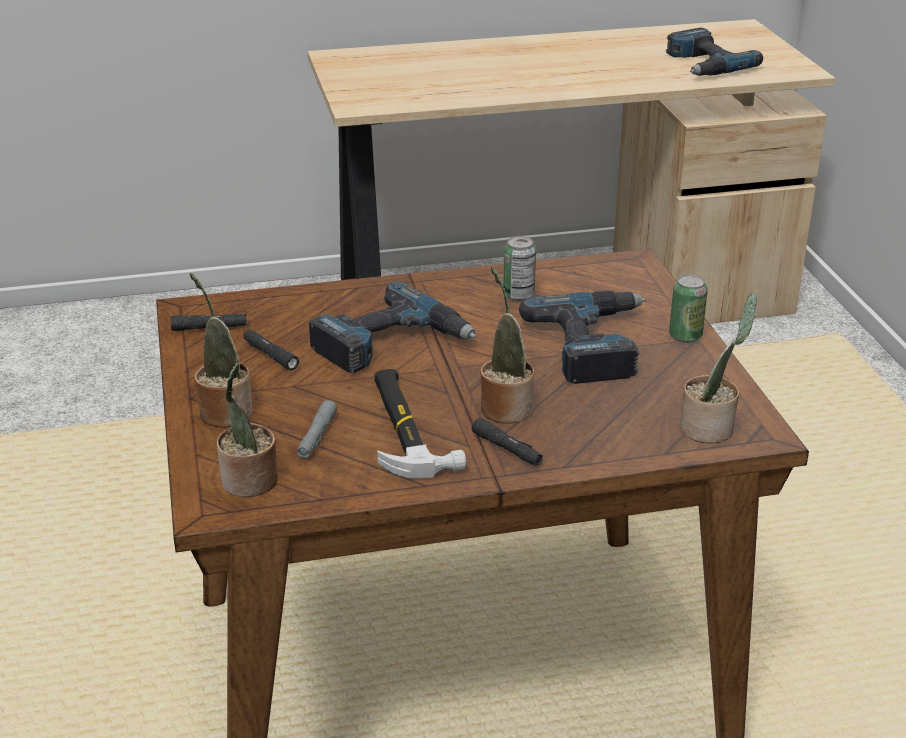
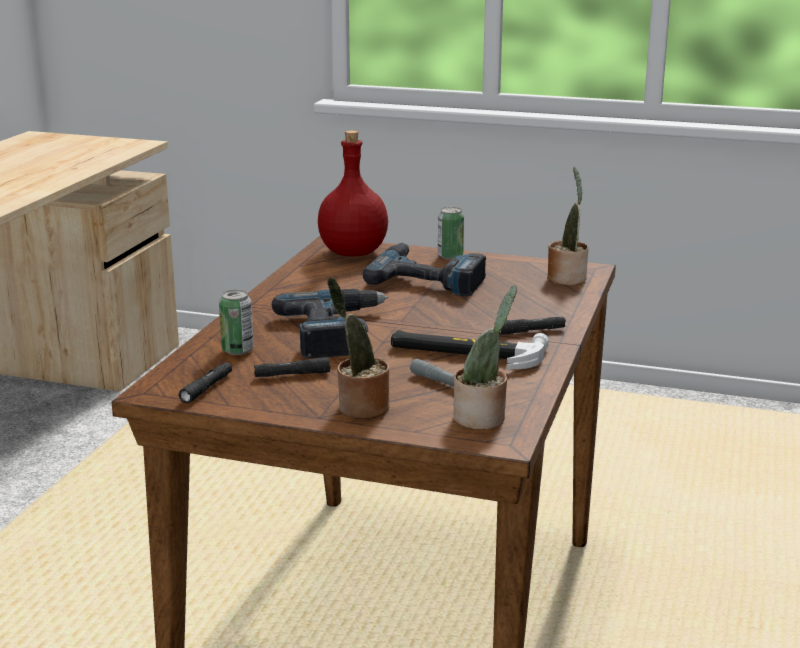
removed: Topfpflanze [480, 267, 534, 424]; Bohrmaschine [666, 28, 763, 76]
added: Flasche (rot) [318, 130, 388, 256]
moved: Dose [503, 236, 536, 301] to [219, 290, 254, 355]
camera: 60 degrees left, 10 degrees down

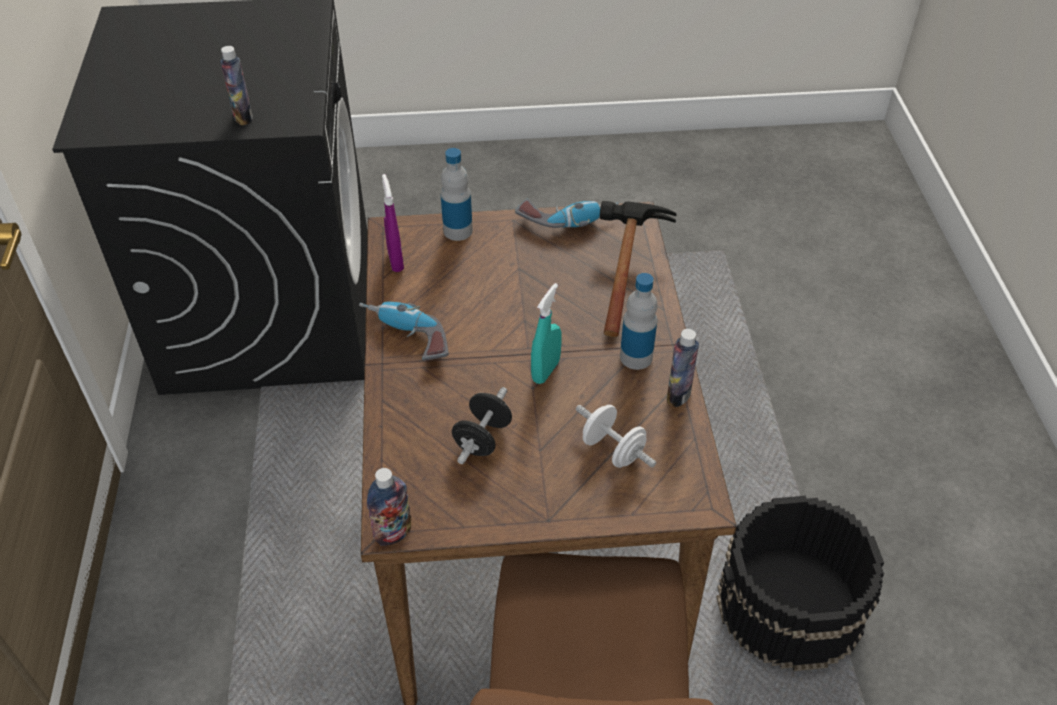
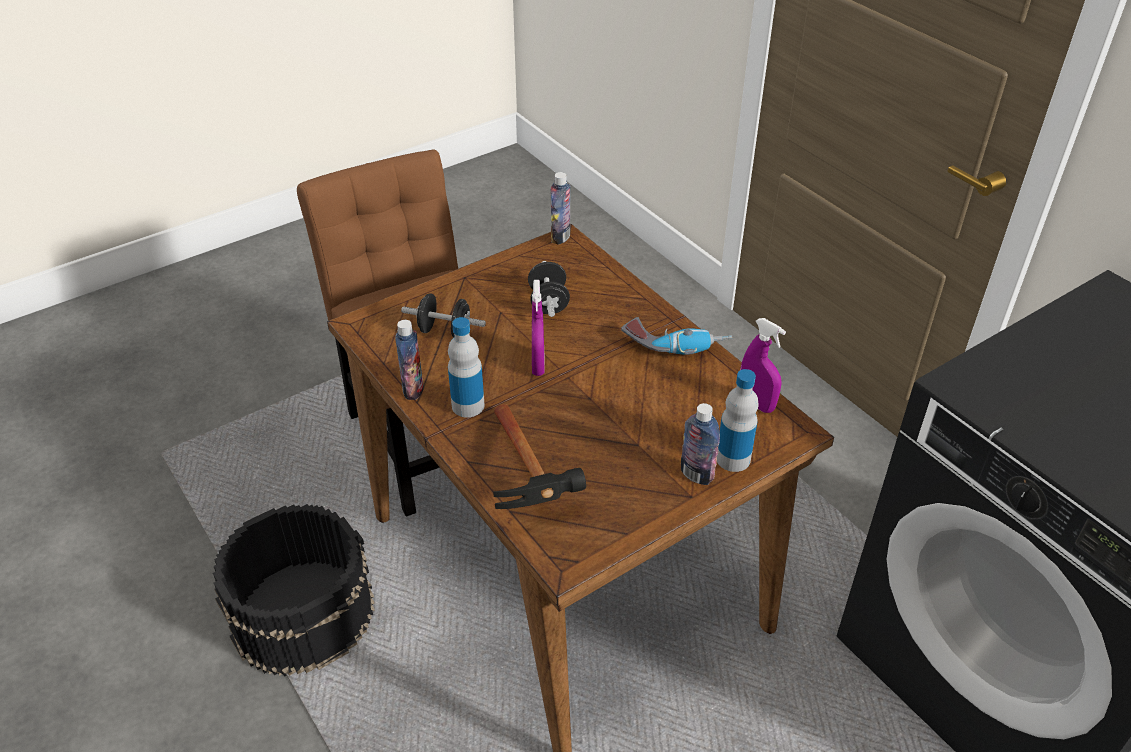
removed: Bohrmaschine [515, 198, 619, 228]
moved: Flasche [220, 46, 253, 126] to [681, 403, 720, 485]
recoloured: Sprühflasche (türkis) [531, 283, 562, 384] to Sprühflasche (lila) [532, 280, 544, 376]; Hantel (weiß) [576, 405, 656, 468] to Hantel (schwarz) [401, 293, 486, 338]
camera: 150 degrees right, 5 degrees down

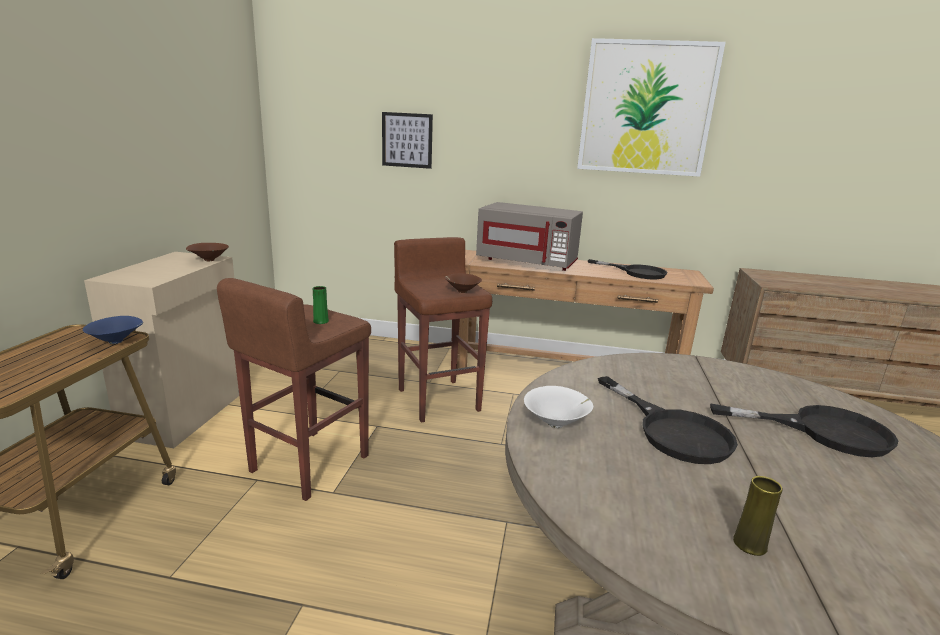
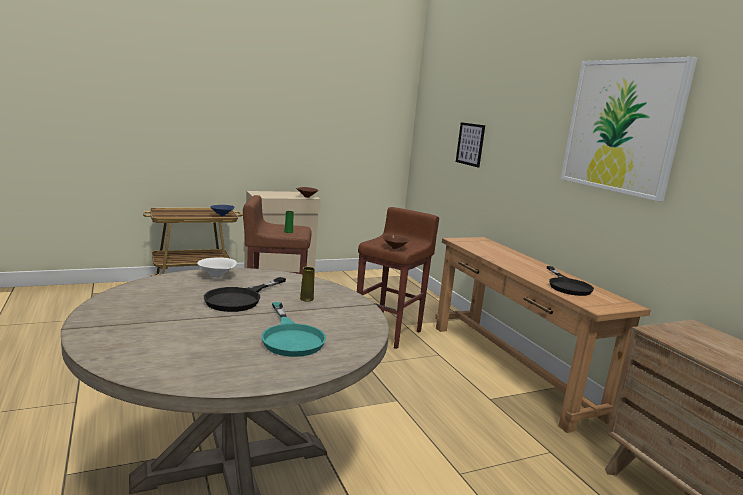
removed: Mikrowelle (grau) [476, 202, 583, 271]
moved: Vase (gelb) [733, 476, 782, 556] to [300, 267, 315, 302]
recoloured: Pfanne (schwarz) [710, 403, 898, 457] to Pfanne (türkis) [261, 302, 326, 357]
camera: 55 degrees right, 5 degrees down

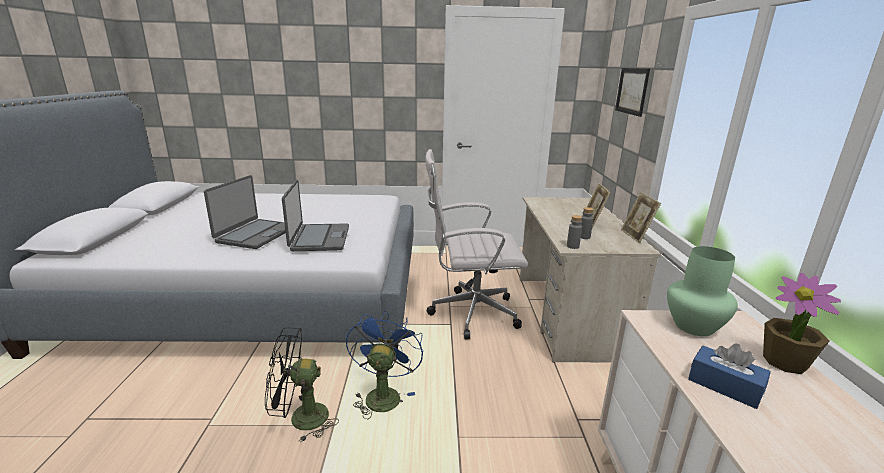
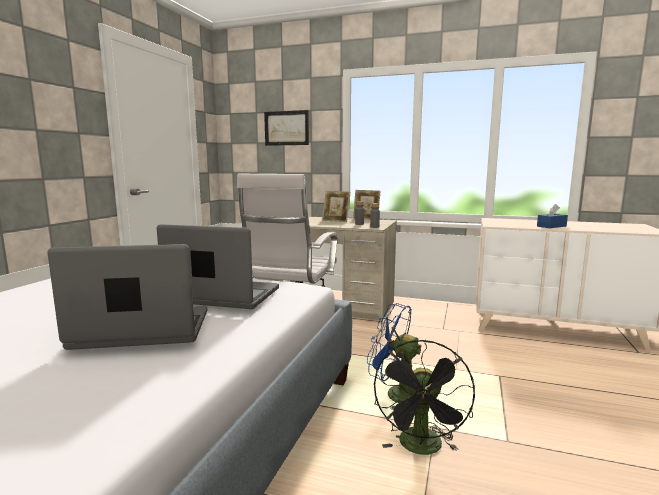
removed: Vase (grün) [667, 246, 738, 336]; Topfpflanze [763, 273, 841, 374]
turned: Laptop [204, 175, 286, 249] = [48, 244, 207, 350] 45 degrees counterclockwise
camera: 70 degrees left, 10 degrees down

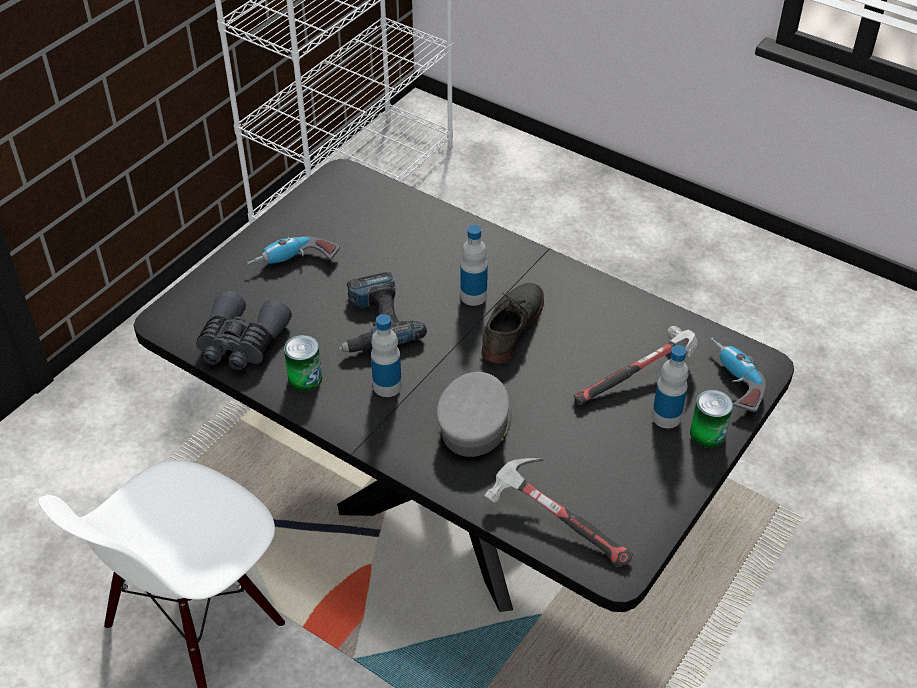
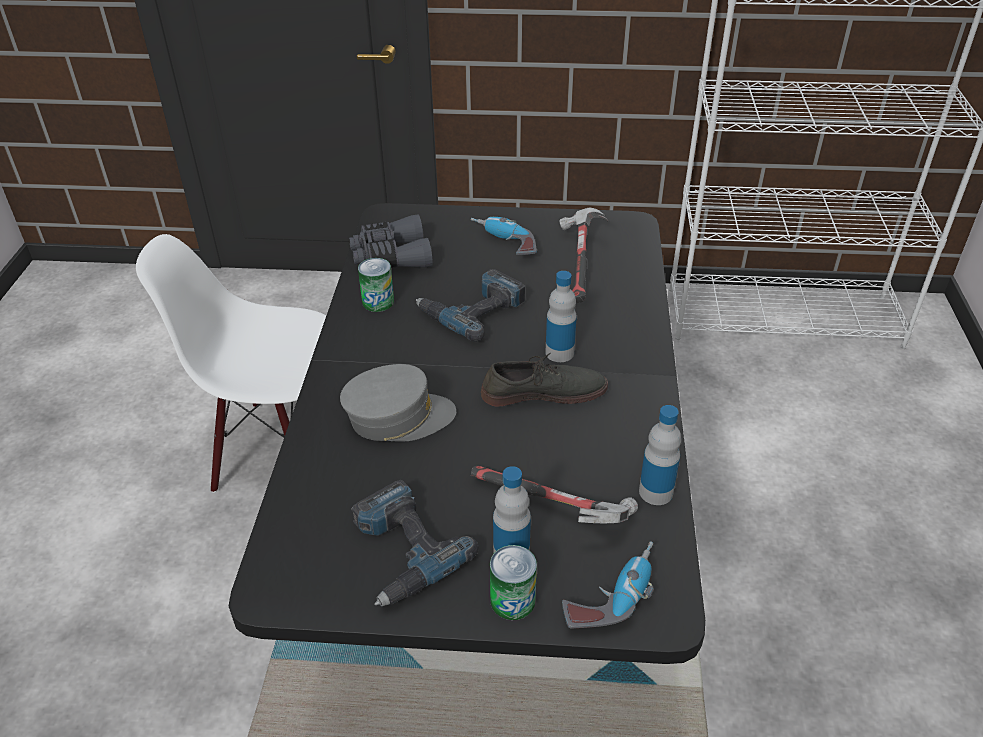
added: Bohrmaschine [351, 480, 479, 606]
moved: Flasche [371, 314, 402, 397] to [639, 405, 681, 505]; Hammer [484, 458, 633, 566] to [560, 208, 609, 303]
camera: 60 degrees right, 5 degrees down

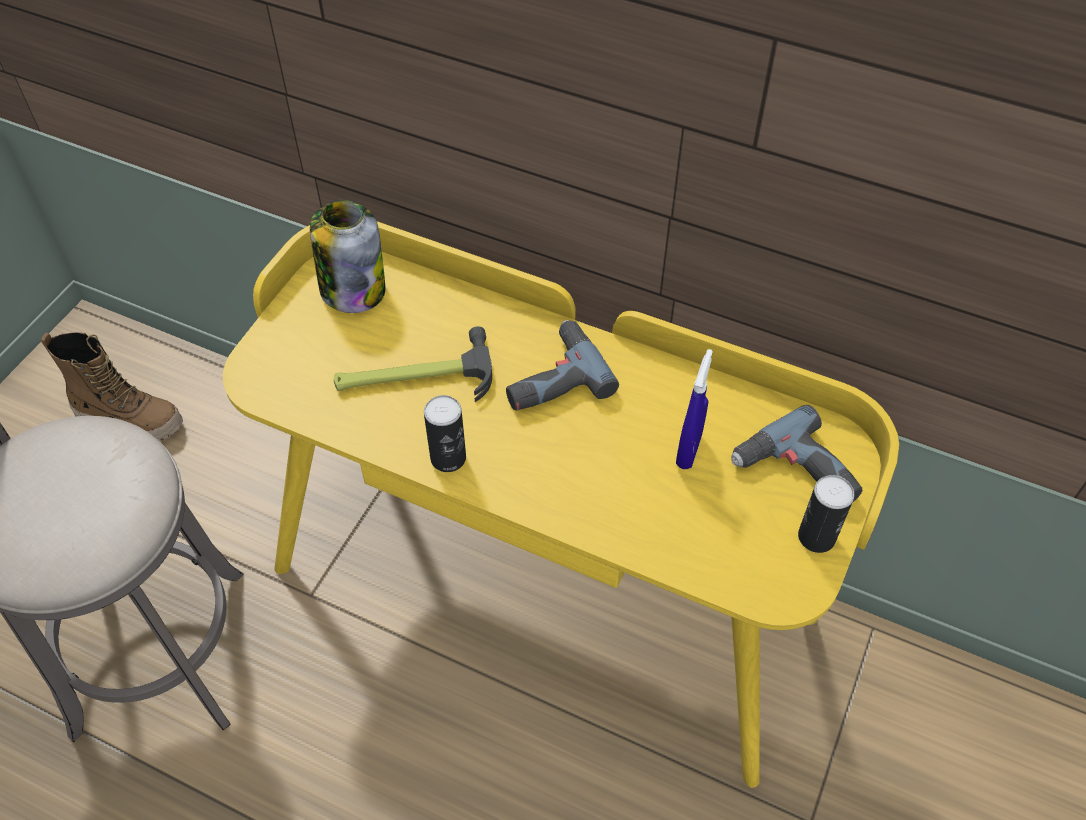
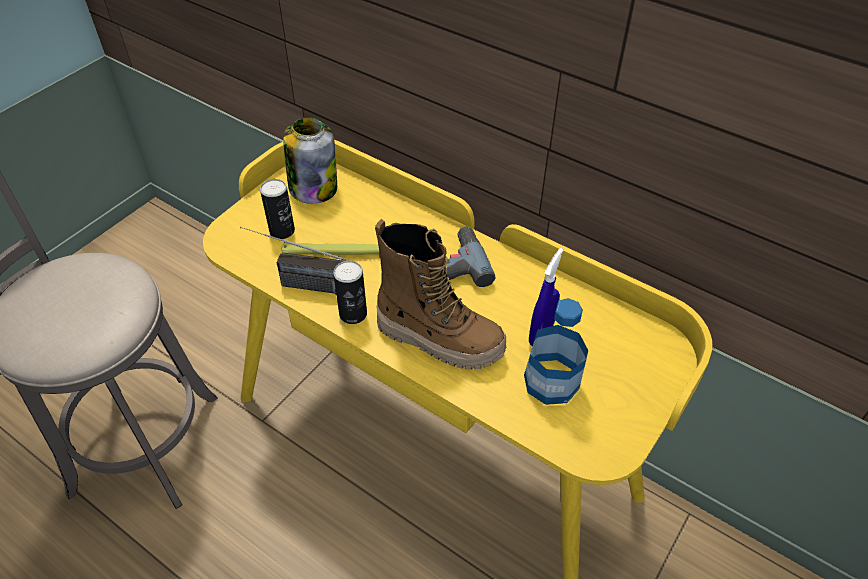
removed: Bohrmaschine [731, 405, 862, 502]
added: Radio [240, 226, 346, 294]; Flasche [524, 298, 588, 405]
moved: Stiefel [41, 332, 183, 442] to [375, 219, 506, 370]; Dose [798, 475, 855, 553] to [260, 179, 295, 239]
camera: 10 degrees right, 5 degrees down

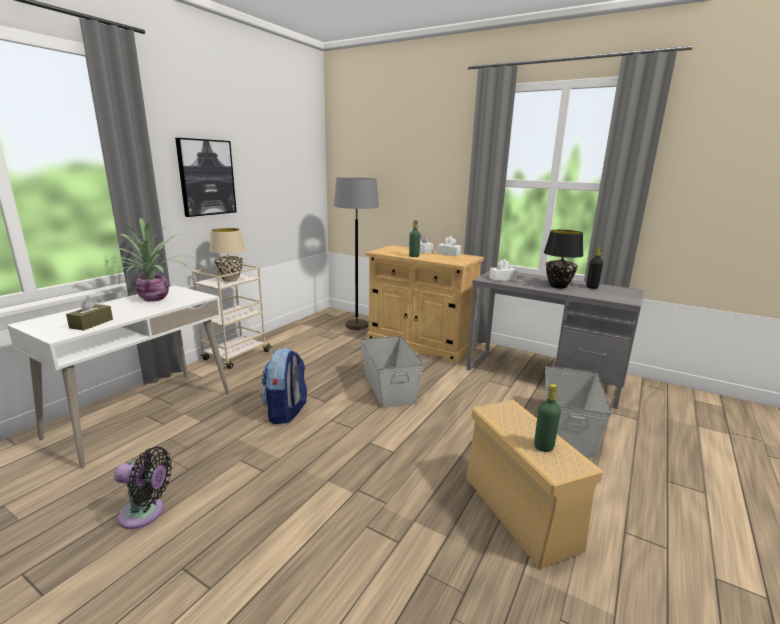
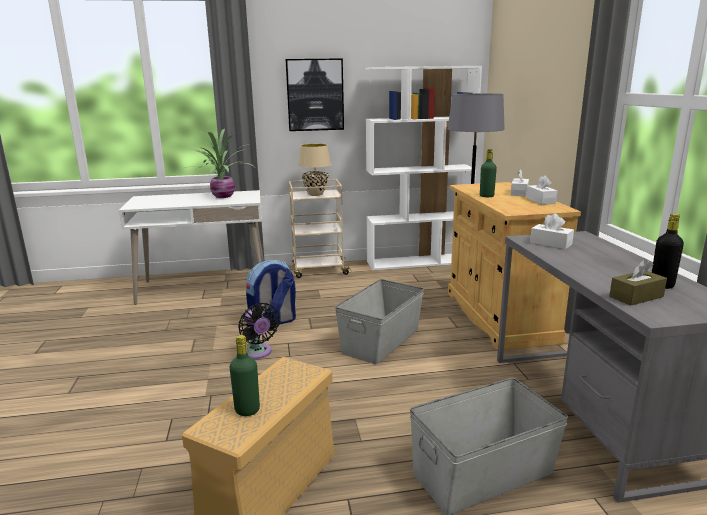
removed: Tischlampe (schwarz) [544, 230, 583, 289]
added: Bücherregal (weiß) [365, 66, 482, 270]
moved: Taschentuchbox (braun) [66, 296, 113, 331] to [609, 259, 667, 306]; Ventilator (schwarz) [114, 447, 172, 529] to [238, 303, 280, 359]
camera: 50 degrees right, 0 degrees up

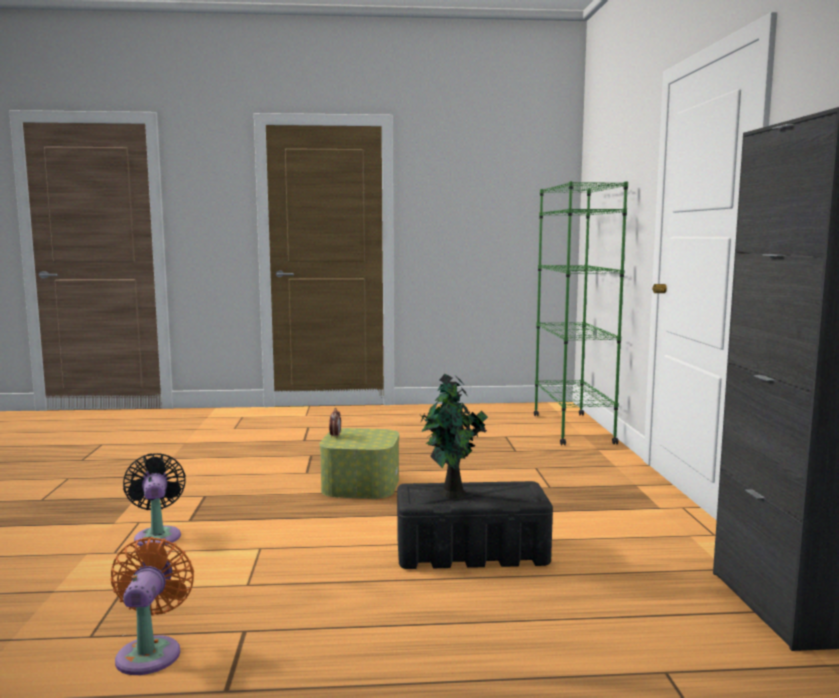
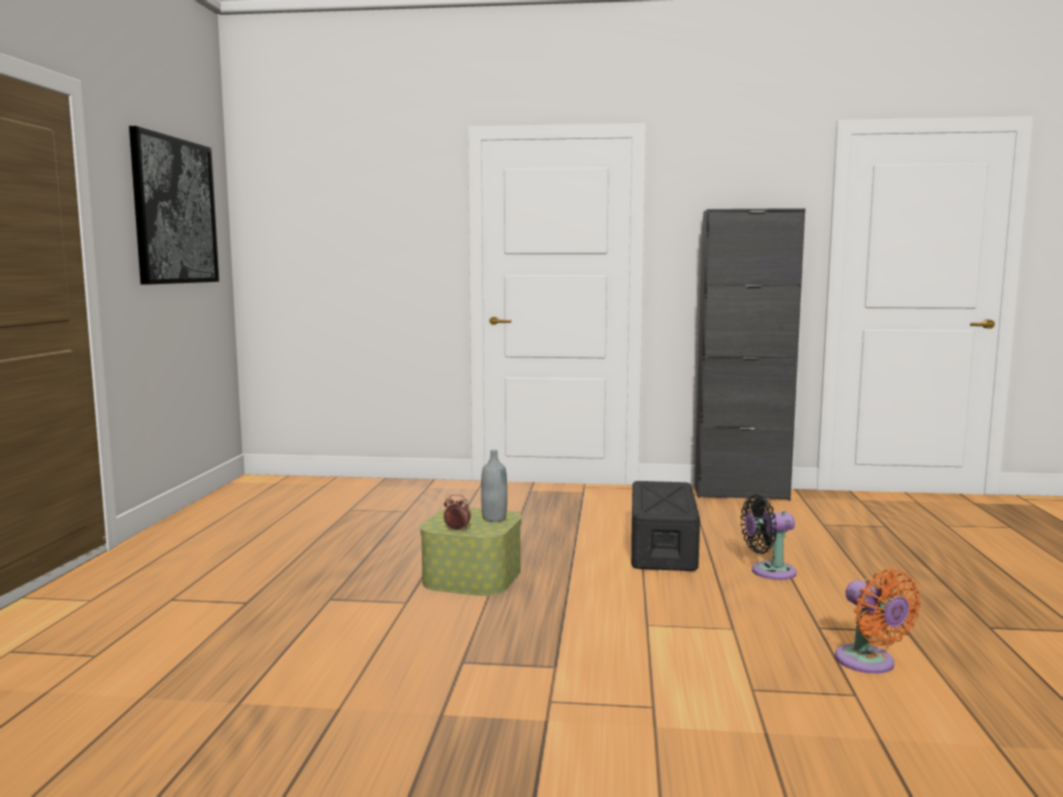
removed: Topfpflanze [420, 374, 488, 499]; Bücherregal (grün) [534, 181, 628, 445]
added: Bild [129, 126, 219, 285]; Flasche (grau) [481, 450, 507, 522]
moved: Ventilator (schwarz) [123, 453, 186, 546] to [741, 495, 796, 580]
turned: Ventilator (orange) [111, 537, 194, 675] = [835, 569, 921, 674] 120 degrees counterclockwise
camera: 80 degrees left, 0 degrees up

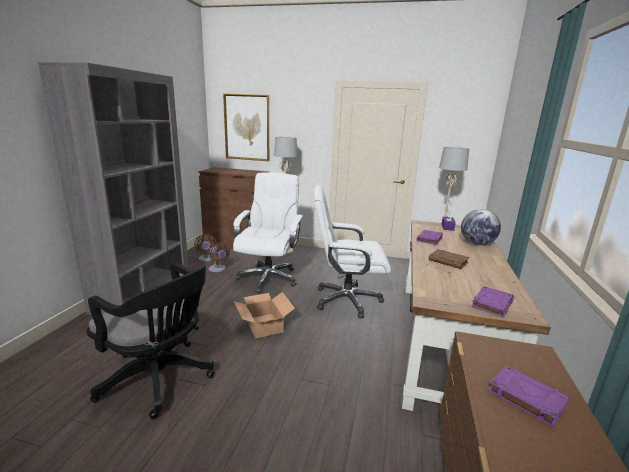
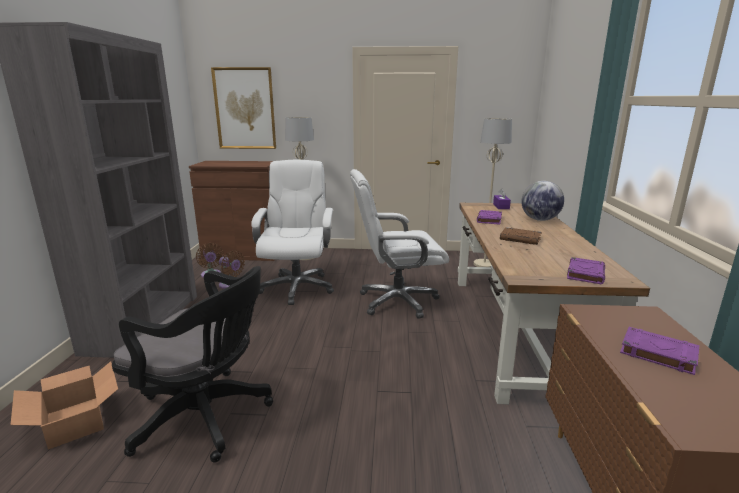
moved: Karton [234, 292, 295, 338] to [11, 361, 118, 450]
camera: 10 degrees left, 0 degrees up

